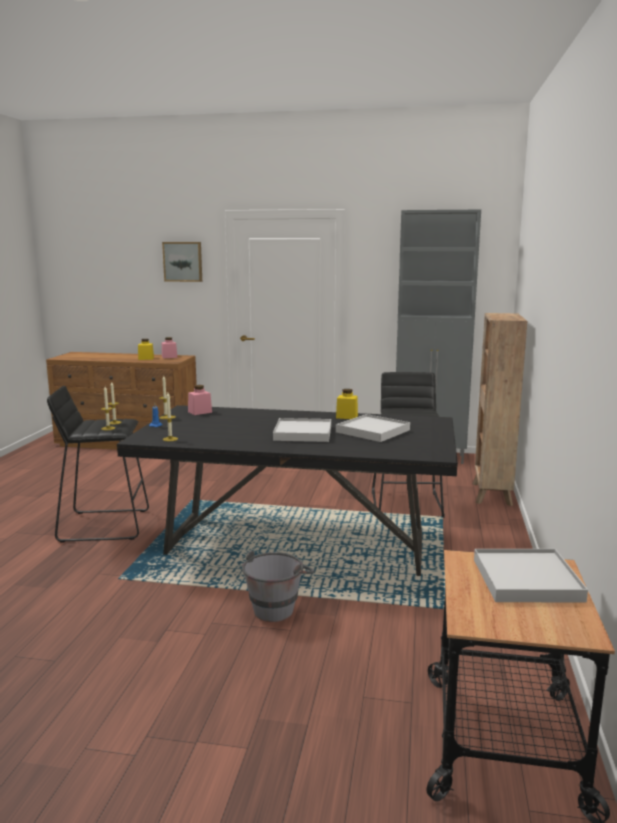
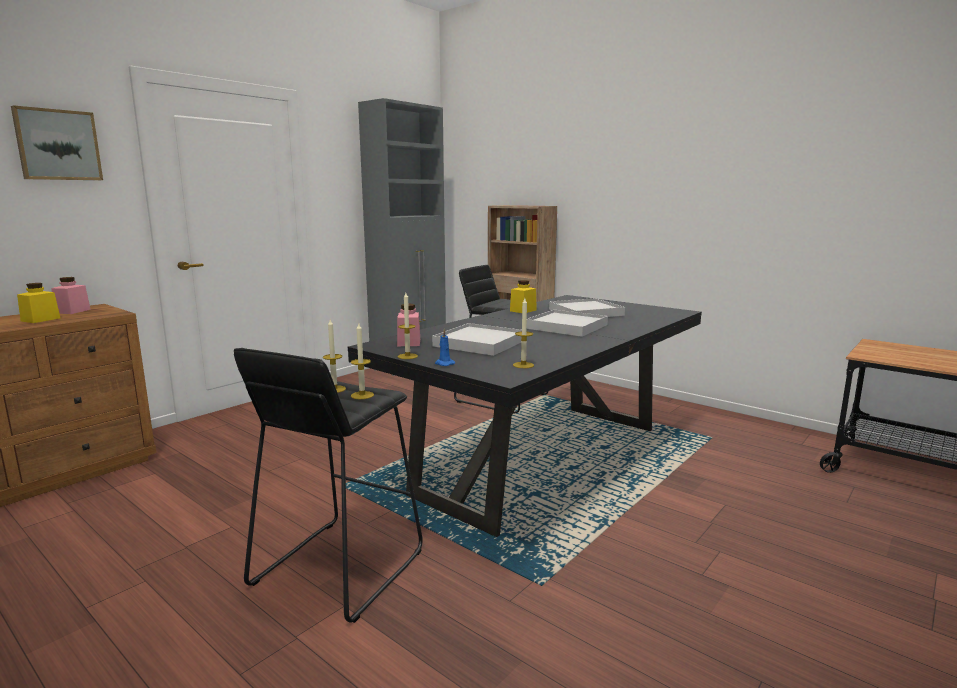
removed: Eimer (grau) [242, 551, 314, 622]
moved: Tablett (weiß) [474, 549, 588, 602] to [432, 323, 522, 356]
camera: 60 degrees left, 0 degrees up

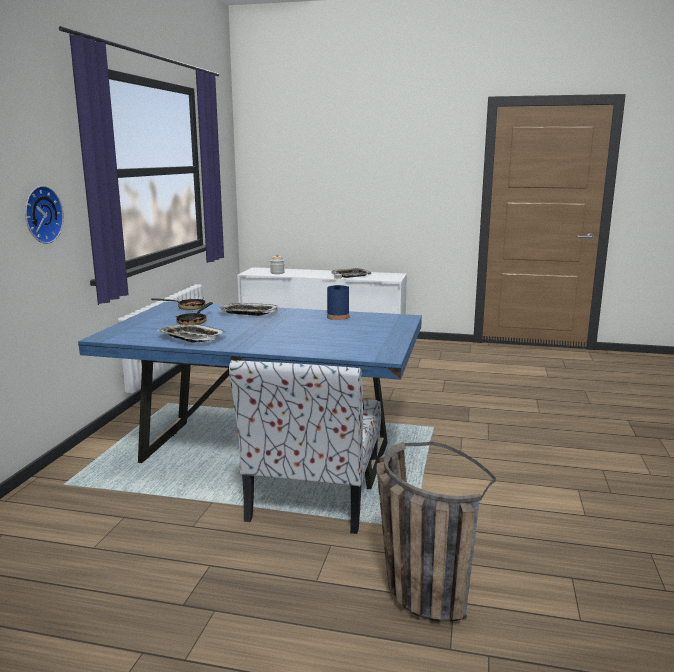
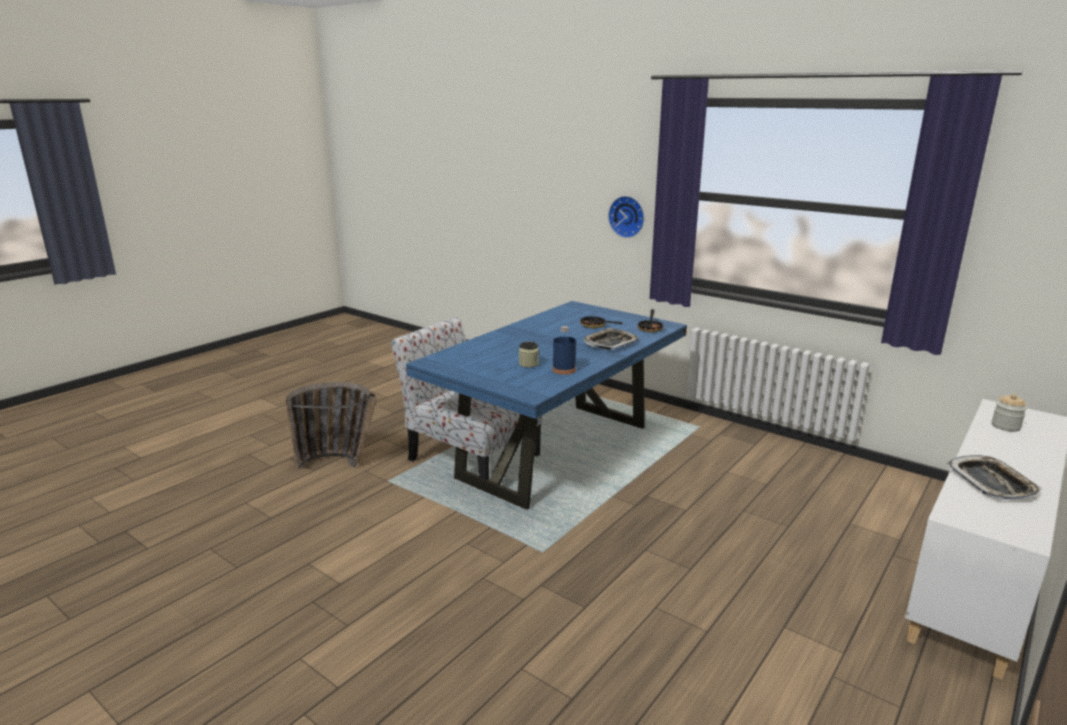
removed: Tablett [157, 324, 227, 343]
added: Vorratsglas [519, 342, 539, 368]
camera: 115 degrees right, 5 degrees up

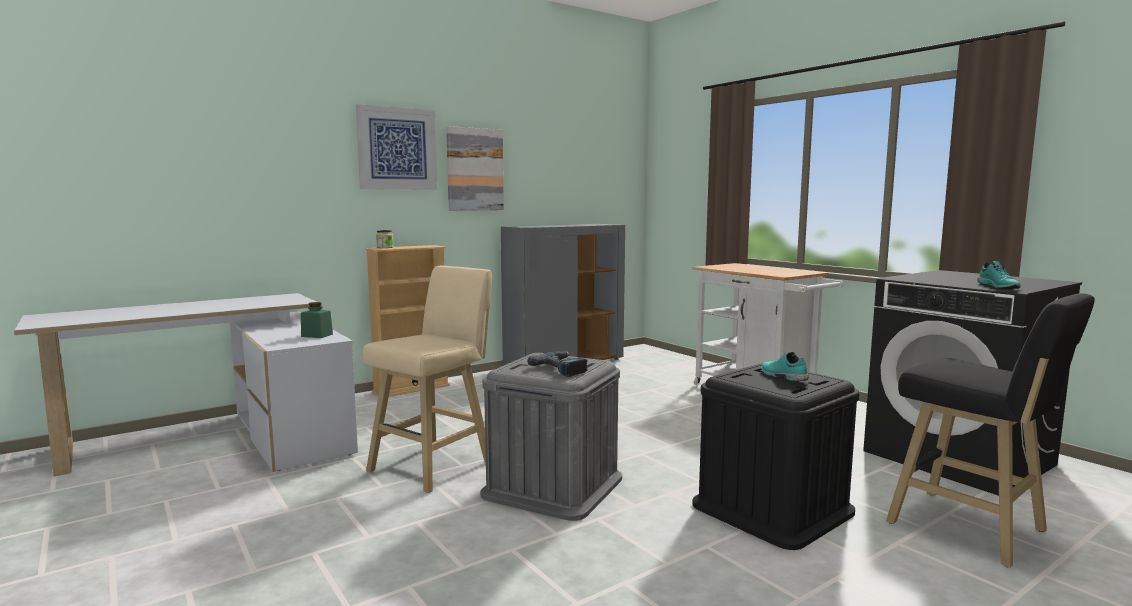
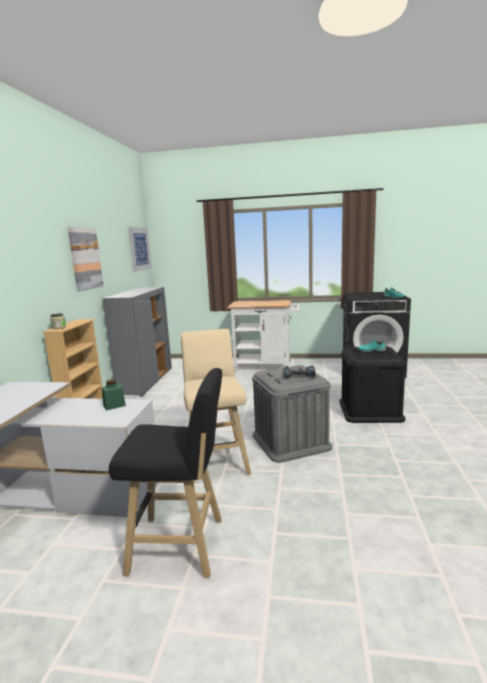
moved: Bild [356, 104, 437, 190] to [128, 227, 152, 272]; Hocker (schwarz) [886, 293, 1095, 568] to [109, 368, 222, 578]
camera: 45 degrees left, 5 degrees up

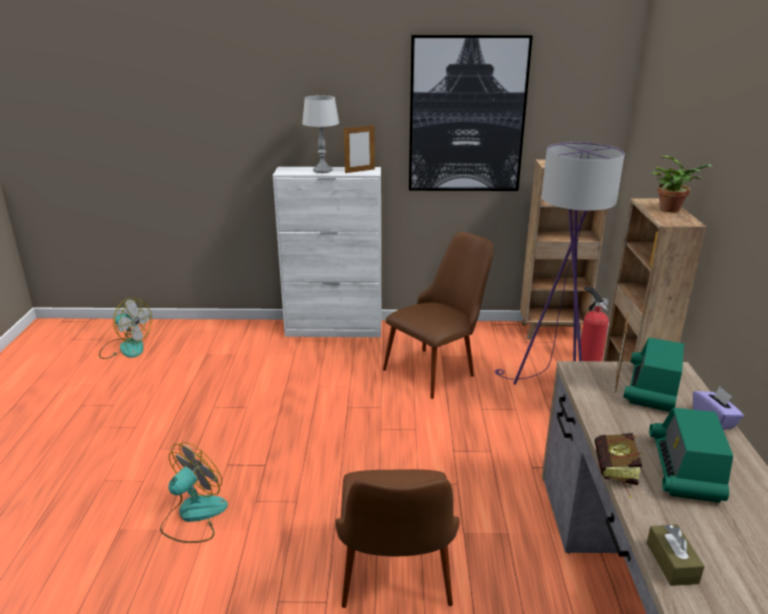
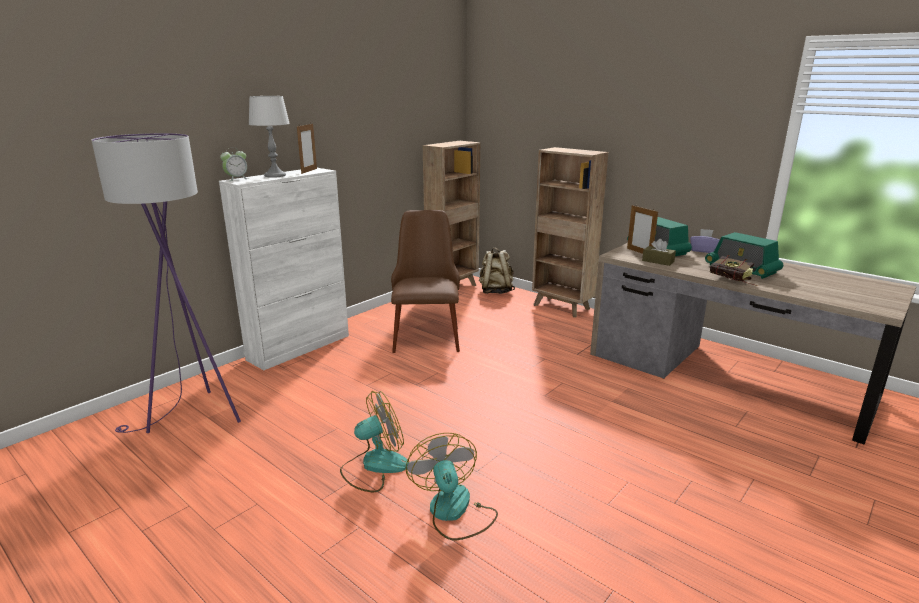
removed: Stuhl (braun) [335, 469, 460, 608]; Bild [409, 35, 533, 191]; Topfpflanze [652, 156, 712, 213]
added: Wecker [220, 147, 249, 181]
moved: Ventilator [99, 297, 152, 359] to [340, 391, 408, 492]; Stehlampe (lila) [494, 142, 625, 385] to [91, 133, 241, 433]; Taschentuchbox (braun) [647, 524, 705, 586] to [642, 239, 676, 266]
replaced: Feuerlöscher [578, 286, 609, 361] to Rucksack (beige) [479, 247, 515, 294]
camera: 50 degrees left, 5 degrees down

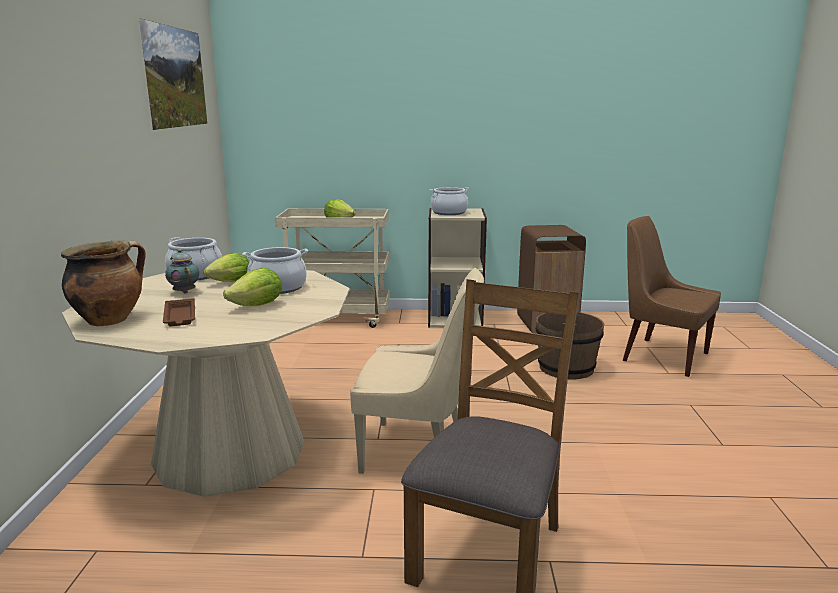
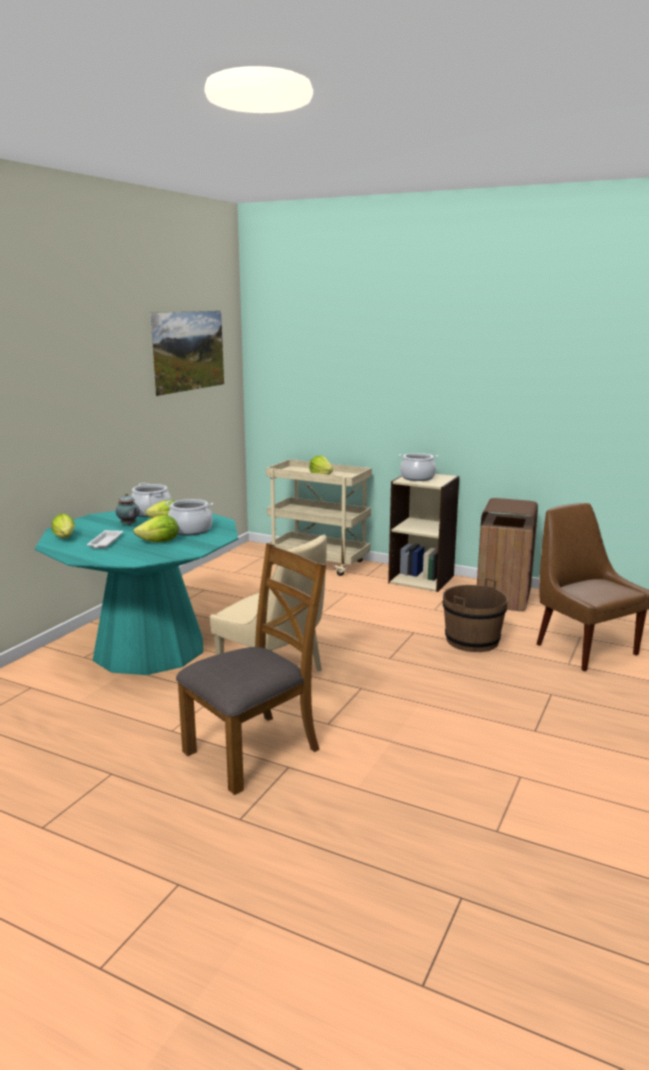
replaced: Kochtopf [61, 241, 146, 326] to Salatkopf [52, 514, 75, 538]
recoloured: Esstisch (beige) [62, 270, 350, 497] to Esstisch (türkis) [35, 511, 238, 675]; Tablett (braun) [163, 298, 195, 327] to Tablett (weiß) [87, 530, 123, 549]
turned: Teekanne [165, 249, 199, 294] = [116, 493, 140, 525] 150 degrees clockwise
camera: 25 degrees right, 0 degrees up

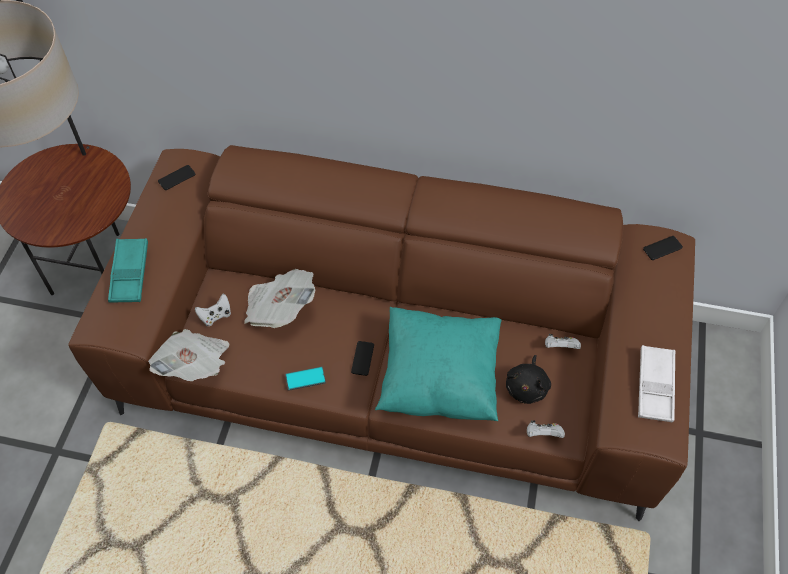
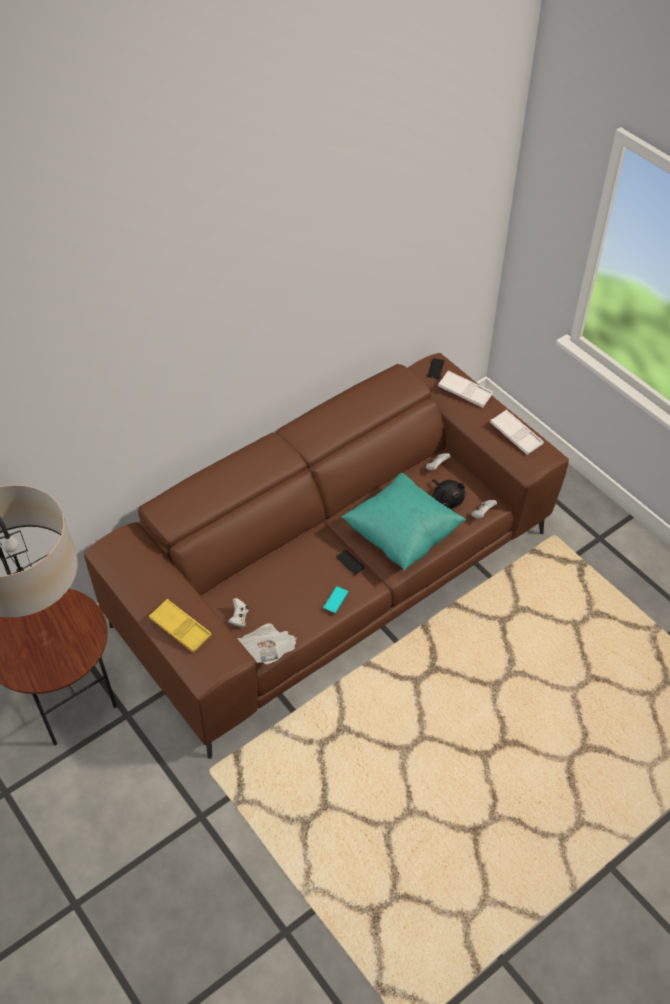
removed: Handy [158, 165, 196, 190]; Zeitung [244, 269, 315, 328]
added: Tablett (weiß) [438, 371, 493, 408]
recoloured: Tablett (türkis) [108, 238, 148, 303] to Tablett (gelb) [149, 599, 212, 653]
camera: 50 degrees left, 5 degrees down

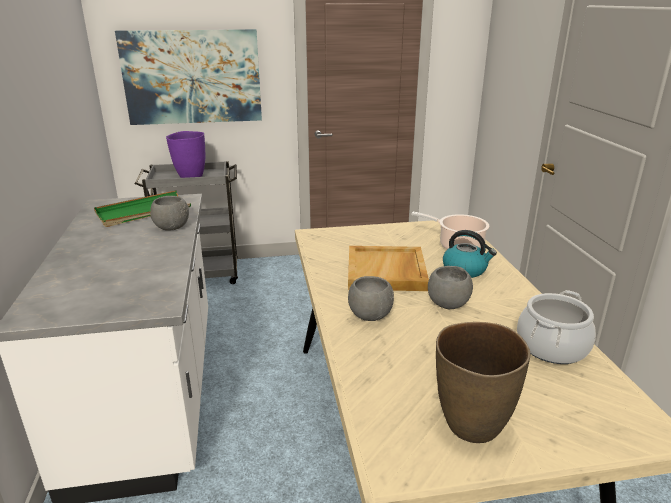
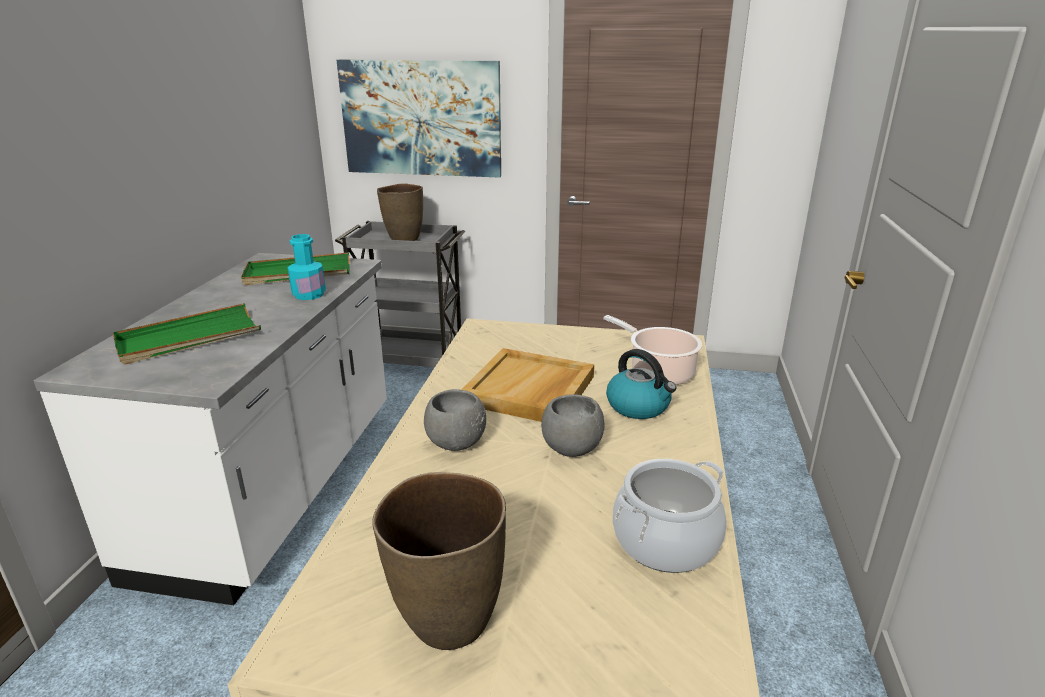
added: Tablett (grün) [113, 303, 261, 364]
replaced: Schüssel (grau) [150, 196, 189, 231] to Flasche (türkis) [288, 234, 326, 300]
recoloured: Vase (lila) [166, 131, 205, 178] to Vase (braun) [377, 184, 423, 241]
camera: 20 degrees right, 0 degrees up

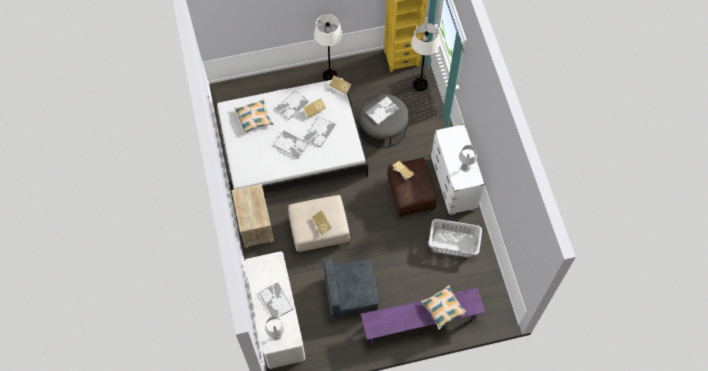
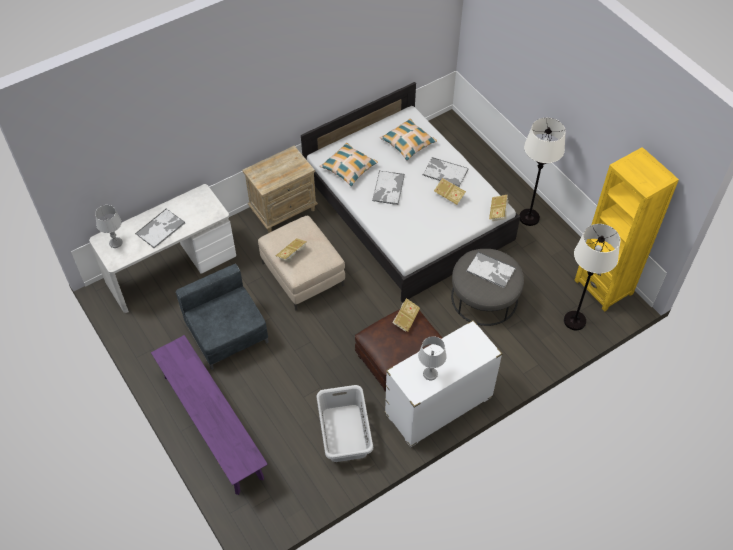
removed: Tablett [304, 117, 335, 148]
moved: Kissen [421, 285, 468, 329] to [320, 143, 378, 186]
camera: 70 degrees right, 10 degrees down

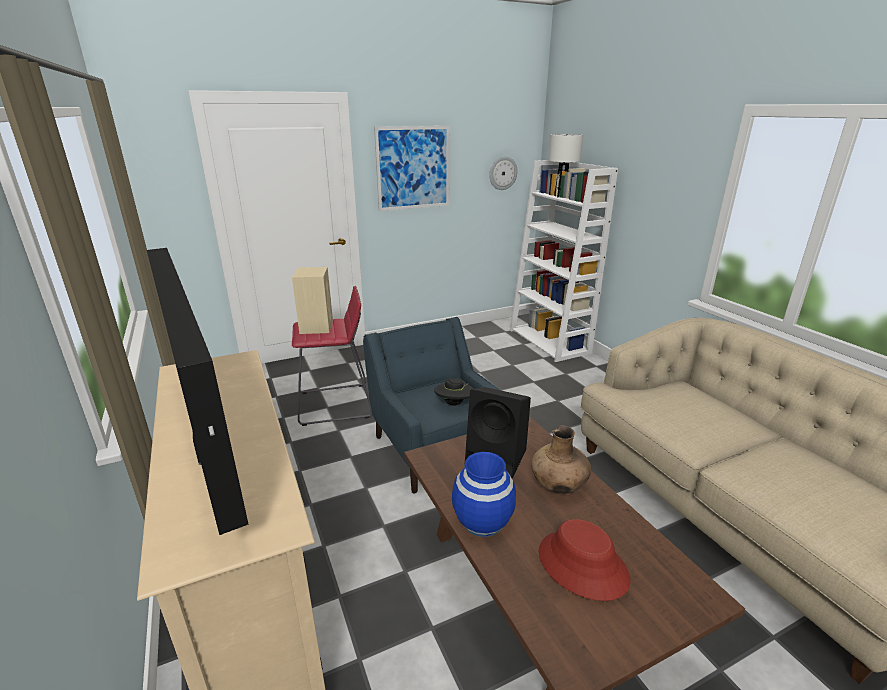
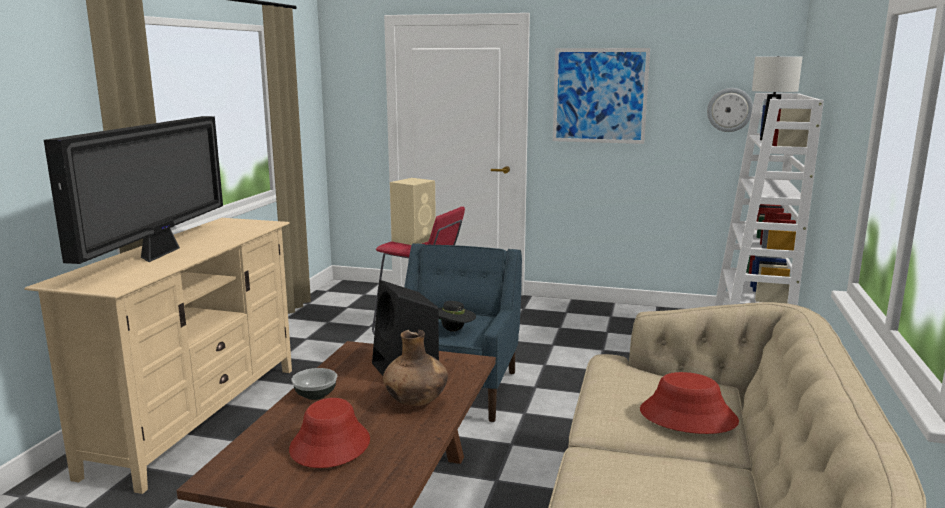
added: Hut (rot) [640, 372, 739, 434]
replaced: Vase (blau) [452, 452, 516, 537] to Schüssel [291, 368, 337, 400]
camera: 40 degrees right, 10 degrees down

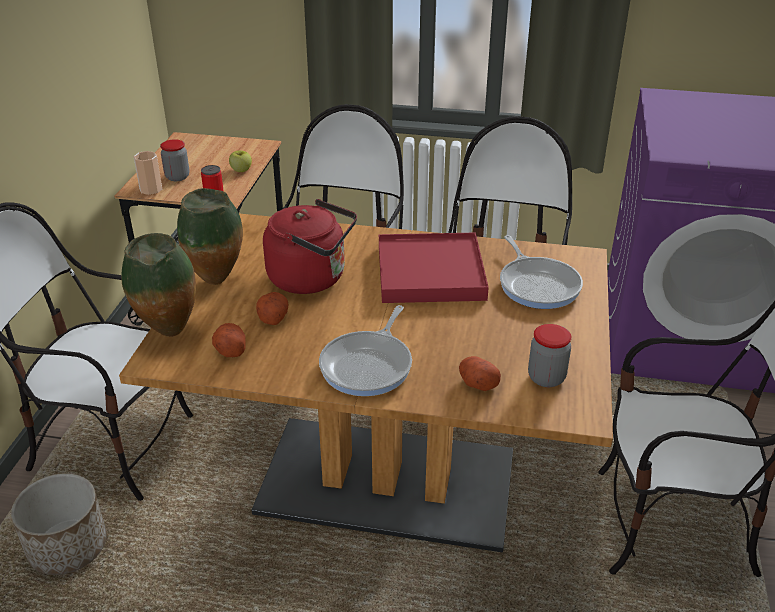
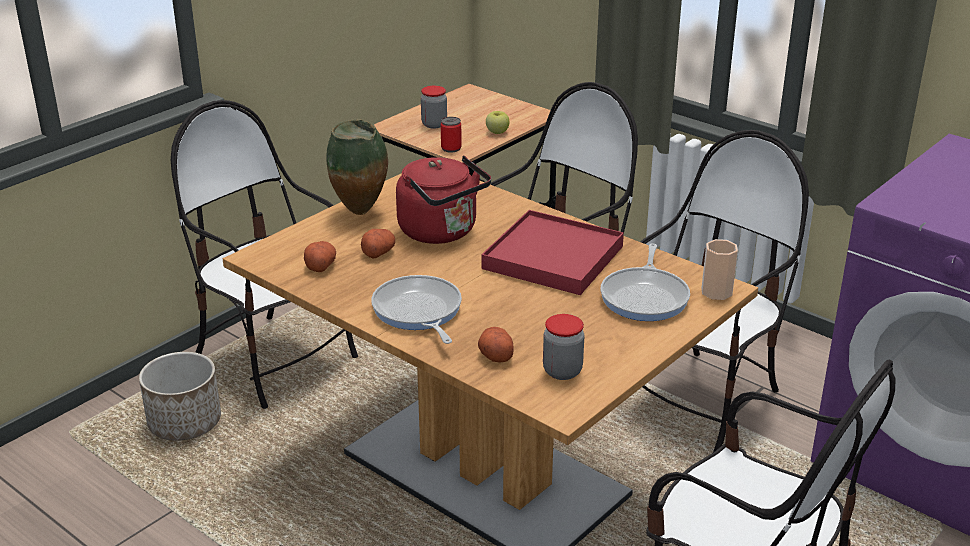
removed: Vase [121, 233, 196, 337]
moved: Tasse [133, 151, 162, 195] to [702, 239, 738, 300]
turned: Pfanne [319, 305, 412, 396] = [371, 275, 462, 344] 105 degrees clockwise
camera: 30 degrees right, 5 degrees down

